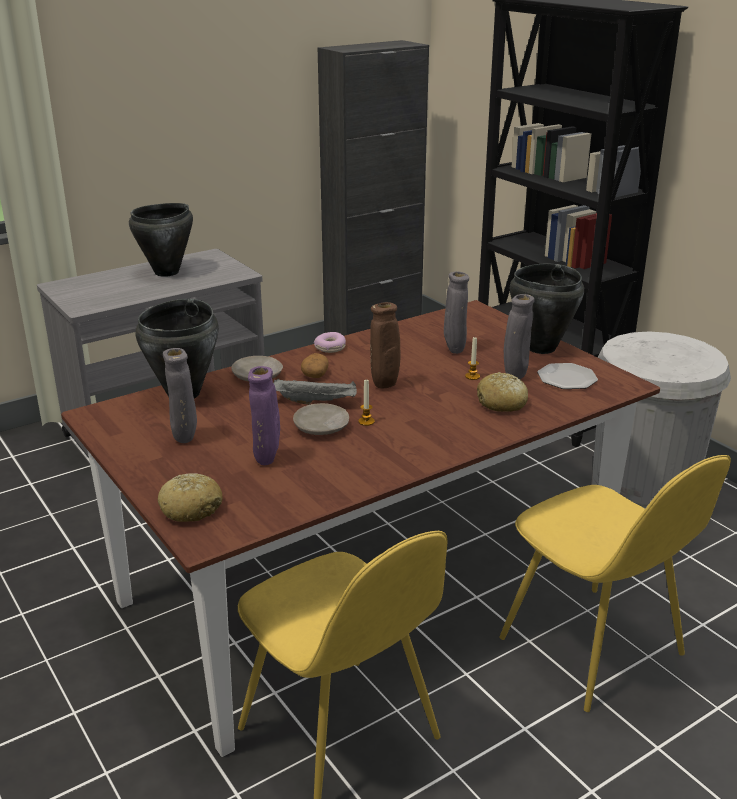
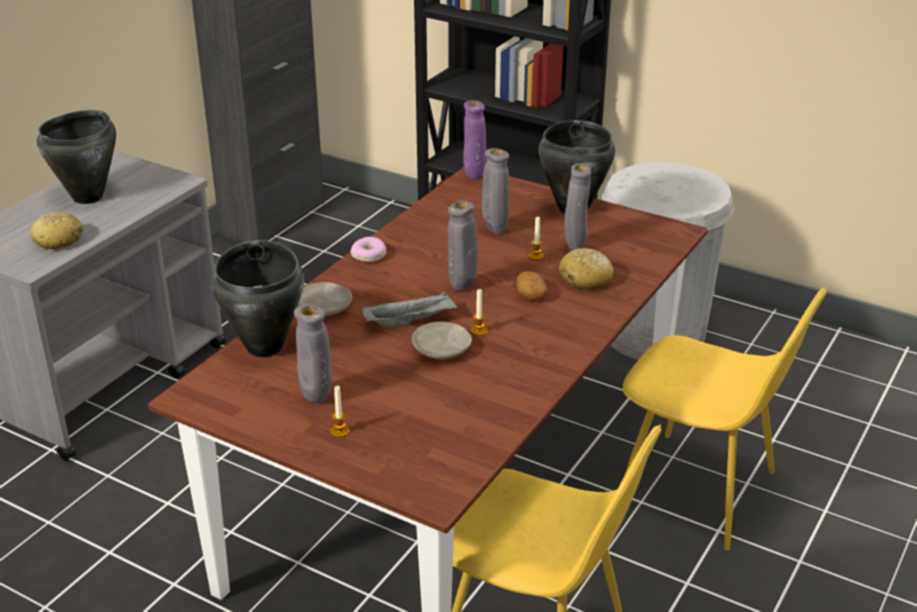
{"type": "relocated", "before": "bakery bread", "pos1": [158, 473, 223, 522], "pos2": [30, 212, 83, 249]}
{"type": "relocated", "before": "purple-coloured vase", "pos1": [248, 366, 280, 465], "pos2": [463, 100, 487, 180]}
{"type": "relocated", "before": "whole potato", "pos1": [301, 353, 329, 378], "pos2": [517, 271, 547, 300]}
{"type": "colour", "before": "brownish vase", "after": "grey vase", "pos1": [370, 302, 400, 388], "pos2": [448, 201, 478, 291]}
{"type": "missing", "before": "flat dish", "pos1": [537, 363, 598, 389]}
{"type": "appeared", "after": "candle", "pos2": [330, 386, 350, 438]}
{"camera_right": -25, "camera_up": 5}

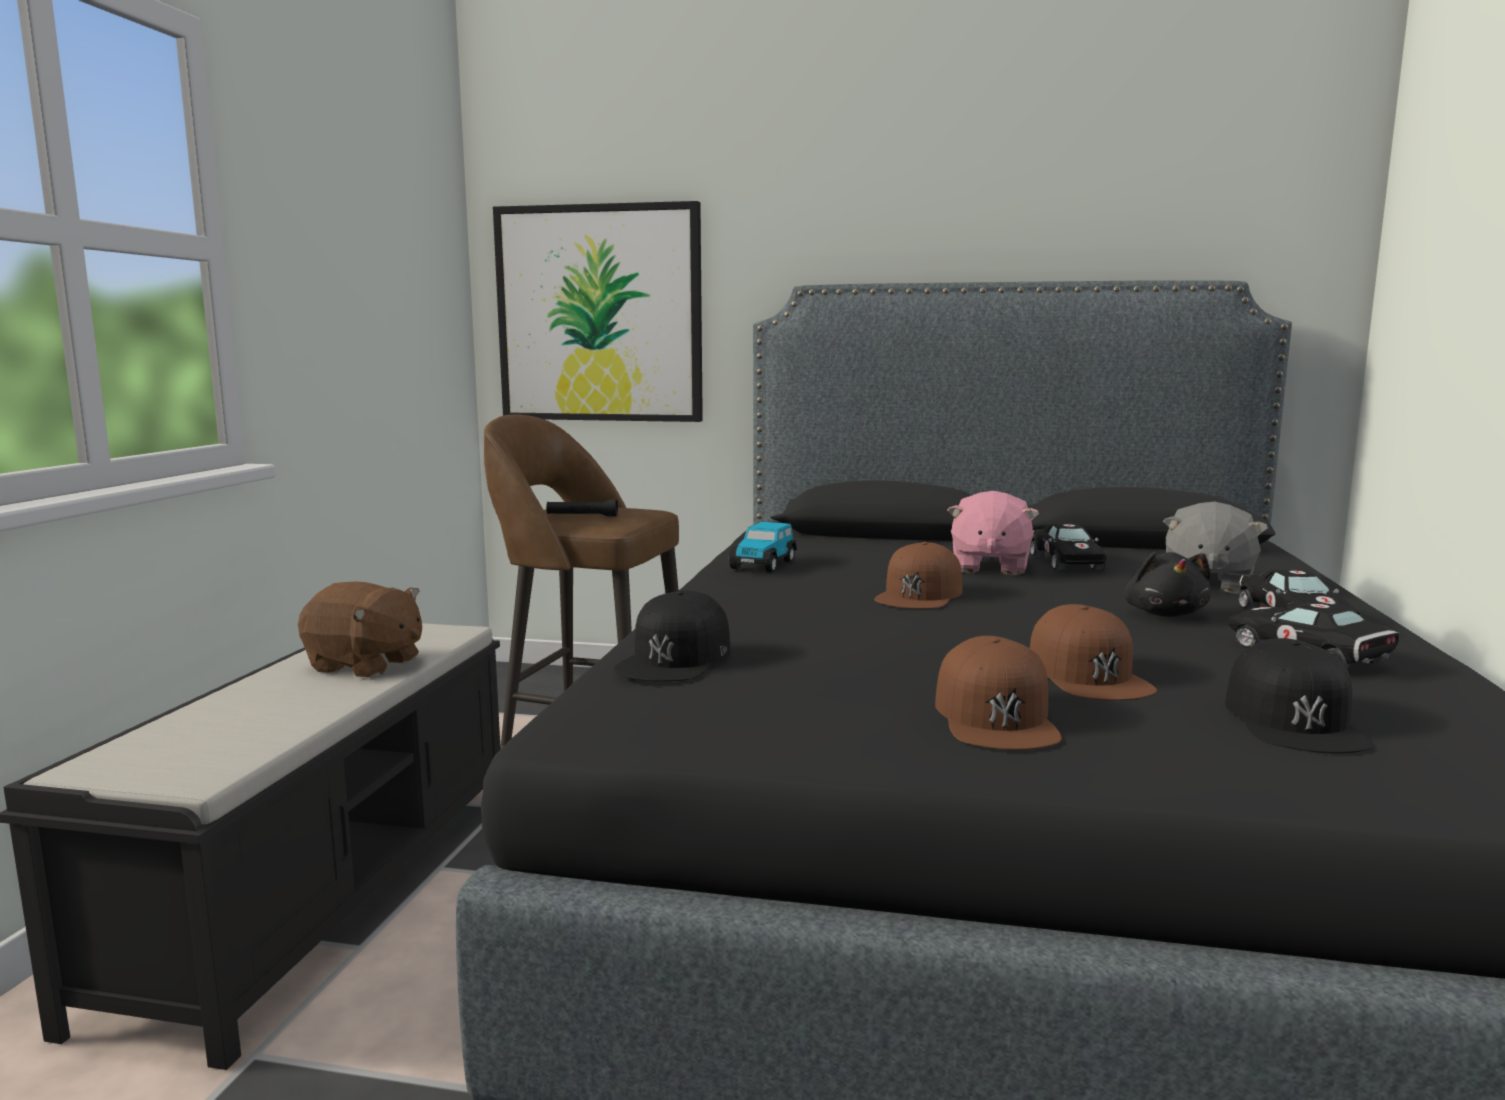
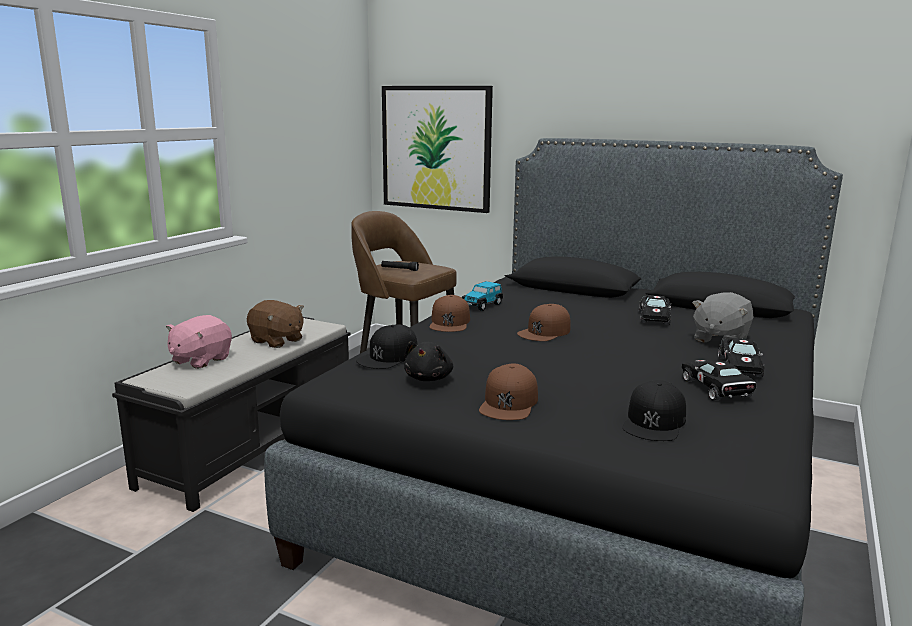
{"type": "relocated", "before": "pink-coloured plush toy", "pos1": [947, 491, 1039, 575], "pos2": [166, 315, 232, 369]}
{"type": "relocated", "before": "brownish baseball cap", "pos1": [1030, 604, 1157, 701], "pos2": [430, 295, 470, 332]}
{"type": "relocated", "before": "black plush toy", "pos1": [1124, 551, 1211, 617], "pos2": [404, 341, 453, 381]}
{"camera_right": 15, "camera_up": 5}

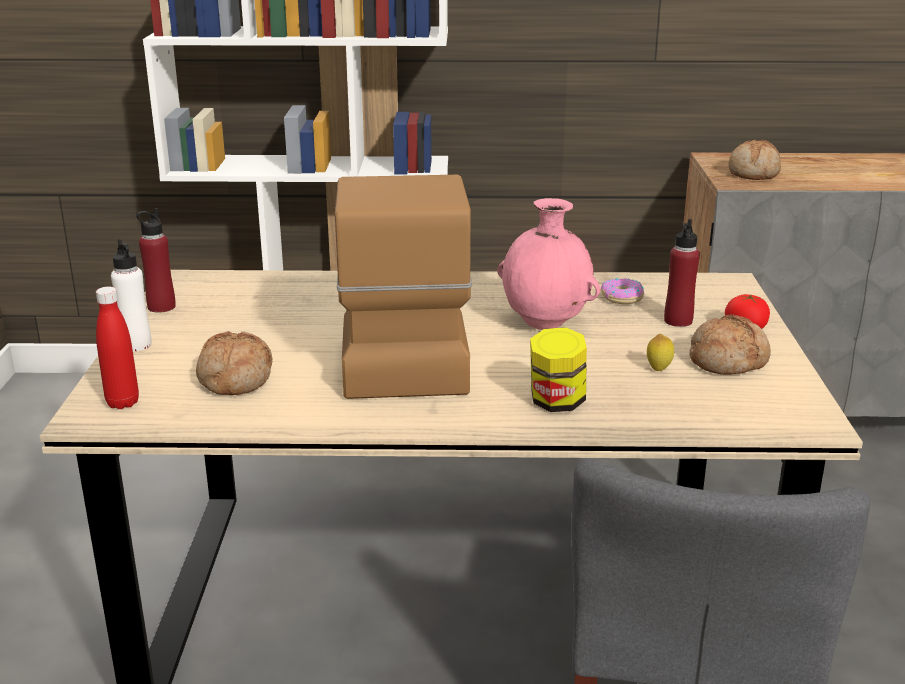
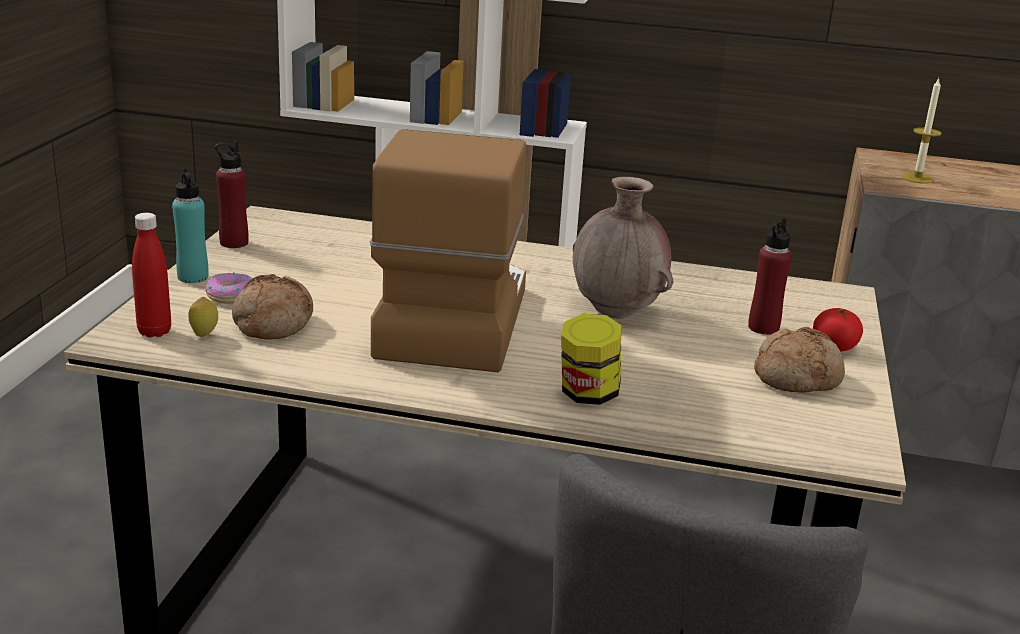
{"type": "colour", "before": "whitish bottle", "after": "blue-green bottle", "pos1": [111, 239, 152, 351], "pos2": [172, 168, 208, 283]}
{"type": "colour", "before": "pink-coloured vase", "after": "brownish vase", "pos1": [497, 198, 600, 330], "pos2": [573, 177, 673, 319]}
{"type": "relocated", "before": "doughnut", "pos1": [601, 278, 644, 304], "pos2": [206, 272, 252, 304]}
{"type": "relocated", "before": "whole lemon", "pos1": [647, 334, 674, 371], "pos2": [188, 297, 218, 337]}
{"type": "exchanged", "before": "bakery bread", "after": "candle", "pos1": [728, 140, 781, 180], "pos2": [901, 78, 941, 184]}
{"camera_right": 10, "camera_up": 0}

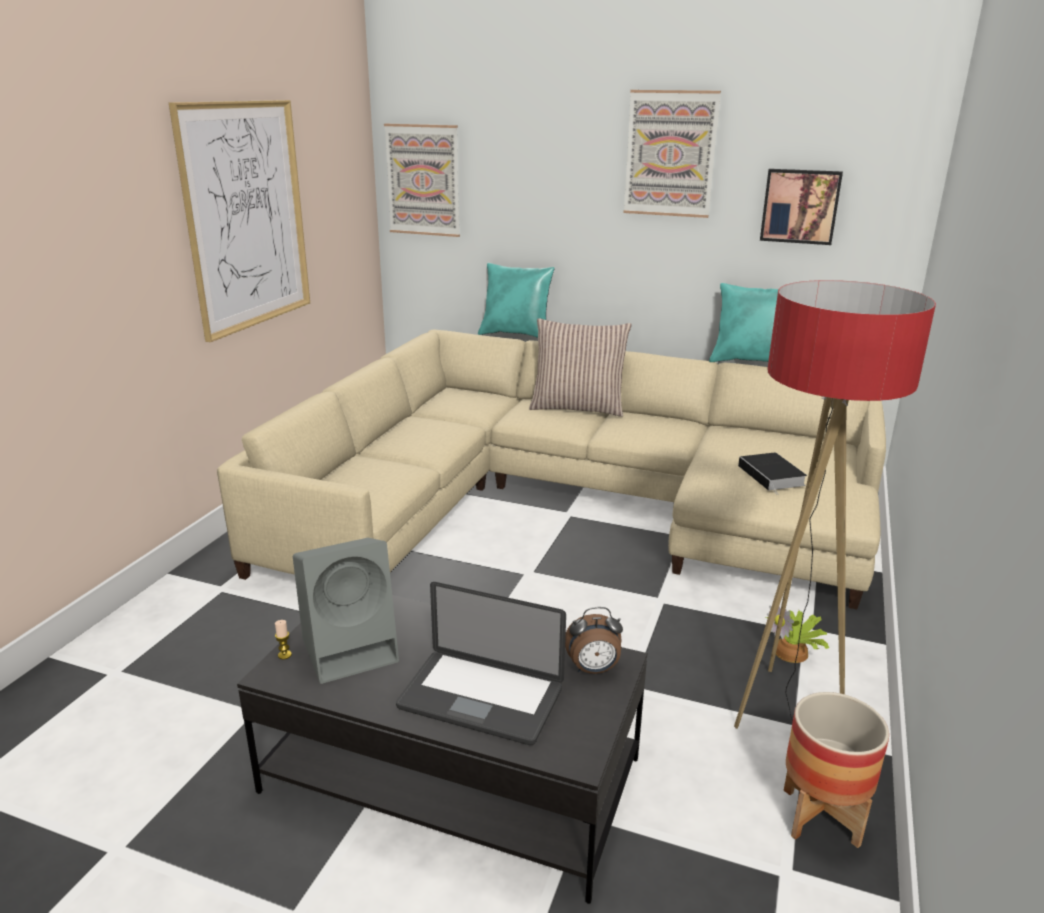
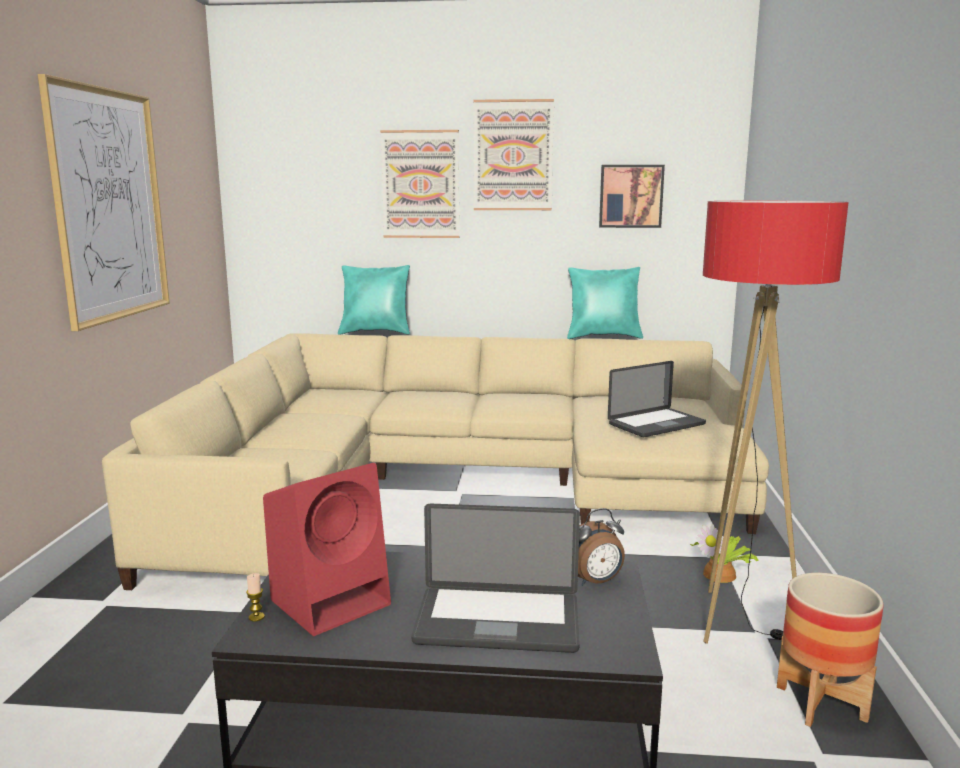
{"type": "colour", "before": "grey speaker", "after": "red speaker", "pos1": [293, 538, 399, 684], "pos2": [263, 463, 391, 636]}
{"type": "relocated", "before": "wall art", "pos1": [384, 124, 460, 237], "pos2": [380, 130, 460, 238]}
{"type": "missing", "before": "throw pillow", "pos1": [529, 318, 632, 417]}
{"type": "exchanged", "before": "book", "after": "portable computer", "pos1": [738, 452, 807, 495], "pos2": [608, 361, 706, 437]}
{"camera_right": -15, "camera_up": -10}

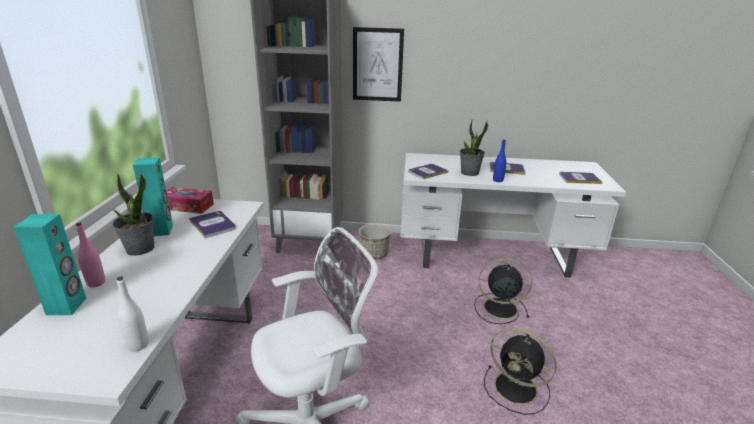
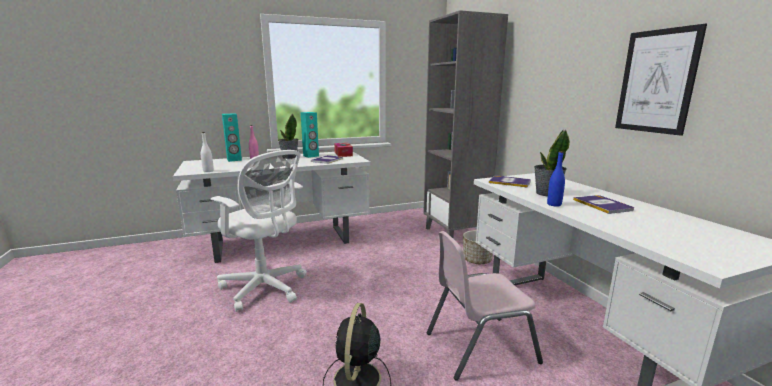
{"type": "relocated", "before": "wall art", "pos1": [353, 27, 404, 102], "pos2": [615, 24, 707, 136]}
{"type": "exchanged", "before": "black electric fan", "after": "pink-coloured plain chair", "pos1": [474, 259, 533, 324], "pos2": [427, 231, 543, 381]}
{"type": "missing", "before": "book", "pos1": [559, 172, 603, 184]}
{"camera_right": 65, "camera_up": -10}

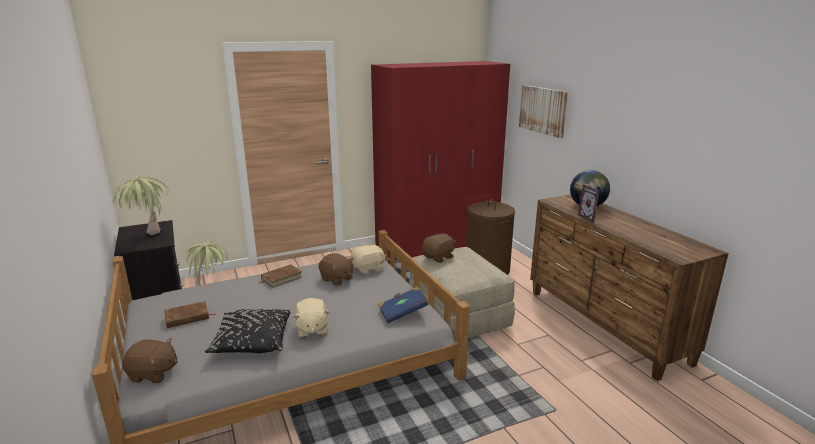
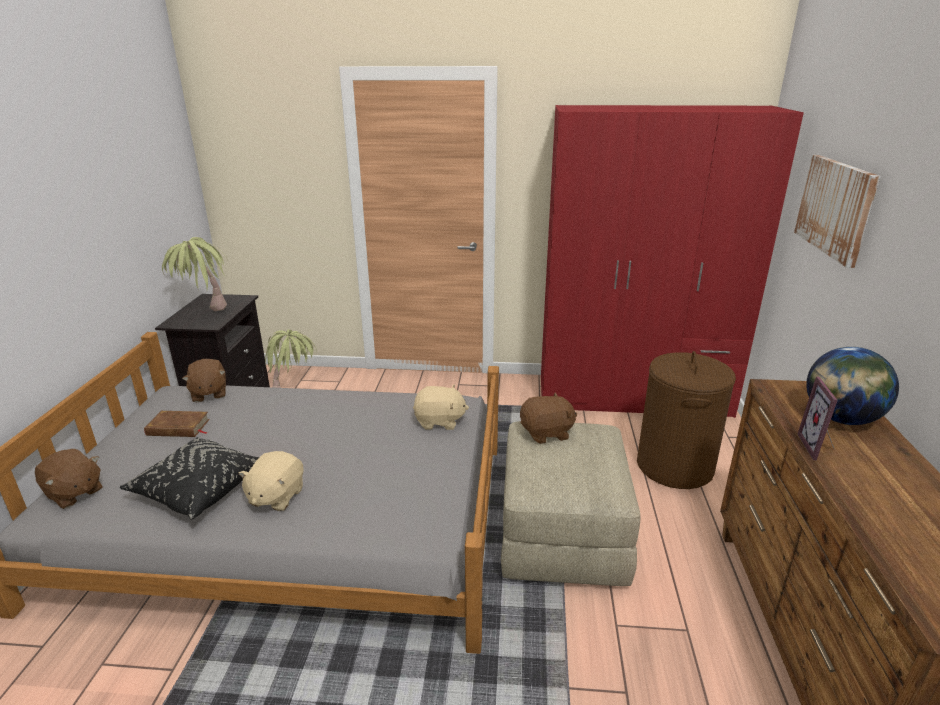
{"type": "missing", "before": "brownish book", "pos1": [259, 264, 302, 288]}
{"type": "relocated", "before": "brownish plush toy", "pos1": [319, 253, 354, 286], "pos2": [182, 359, 226, 402]}
{"type": "missing", "before": "blue-coloured book", "pos1": [378, 286, 428, 323]}
{"camera_right": 30, "camera_up": 5}

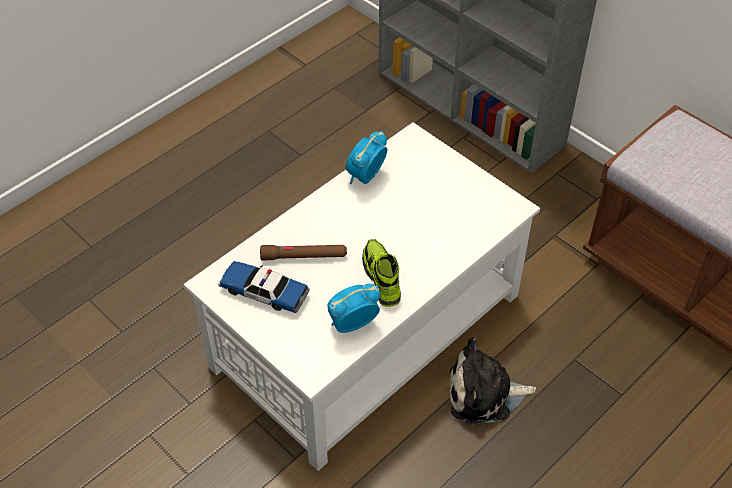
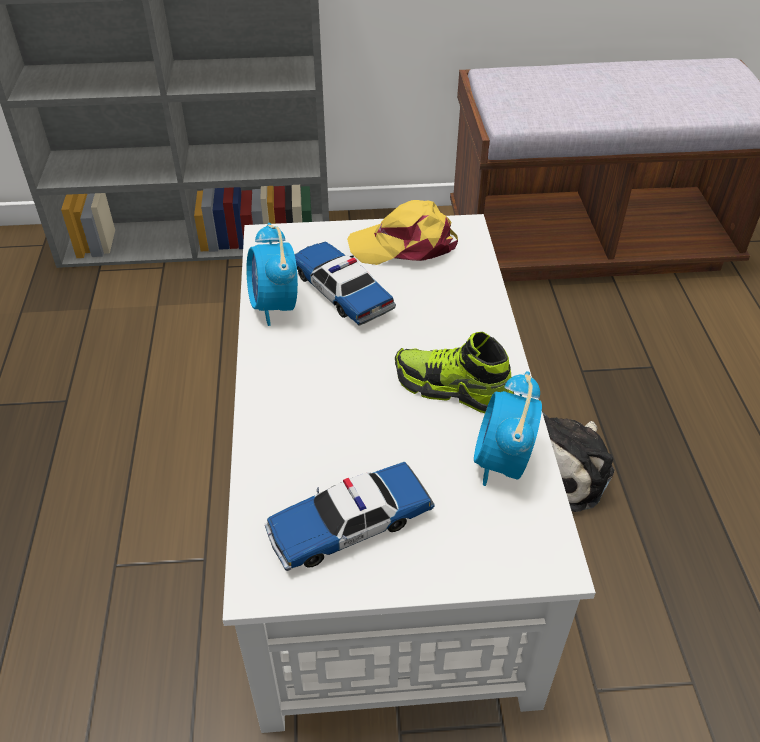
{"type": "missing", "before": "brownish flashlight", "pos1": [260, 245, 347, 260]}
{"type": "appeared", "after": "miniature car", "pos2": [295, 242, 396, 326]}
{"type": "appeared", "after": "yellowish baseball cap", "pos2": [347, 200, 458, 265]}
{"camera_right": -50, "camera_up": -5}

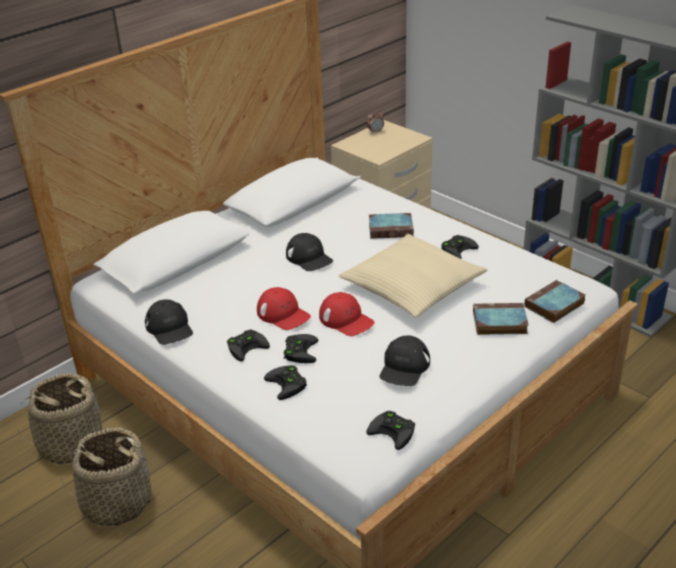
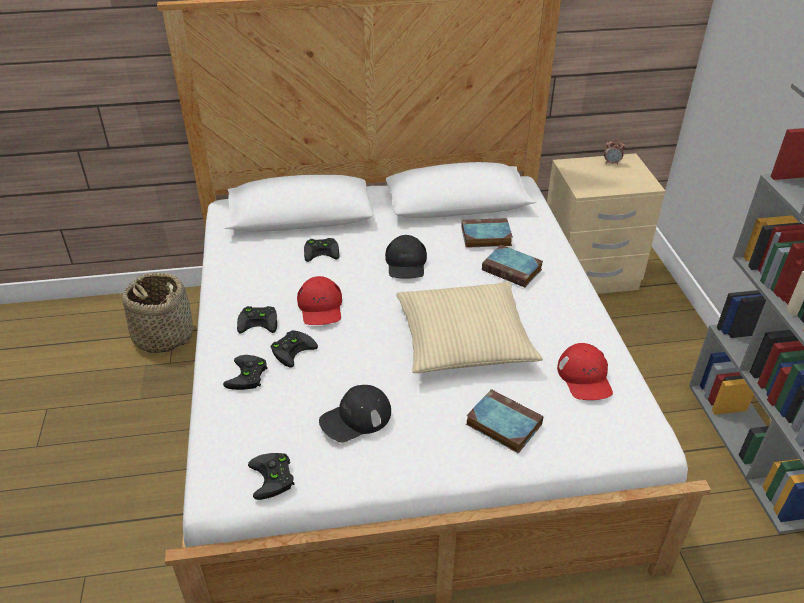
{"type": "missing", "before": "household basket", "pos1": [61, 428, 159, 526]}
{"type": "missing", "before": "black baseball cap", "pos1": [145, 299, 193, 345]}
{"type": "relocated", "before": "red baseball cap", "pos1": [319, 292, 375, 336], "pos2": [557, 343, 613, 400]}
{"type": "relocated", "before": "black joypad", "pos1": [441, 235, 479, 259], "pos2": [304, 238, 339, 262]}
{"type": "relocated", "before": "book", "pos1": [524, 280, 585, 323], "pos2": [461, 218, 513, 248]}
{"camera_right": 35, "camera_up": 5}

